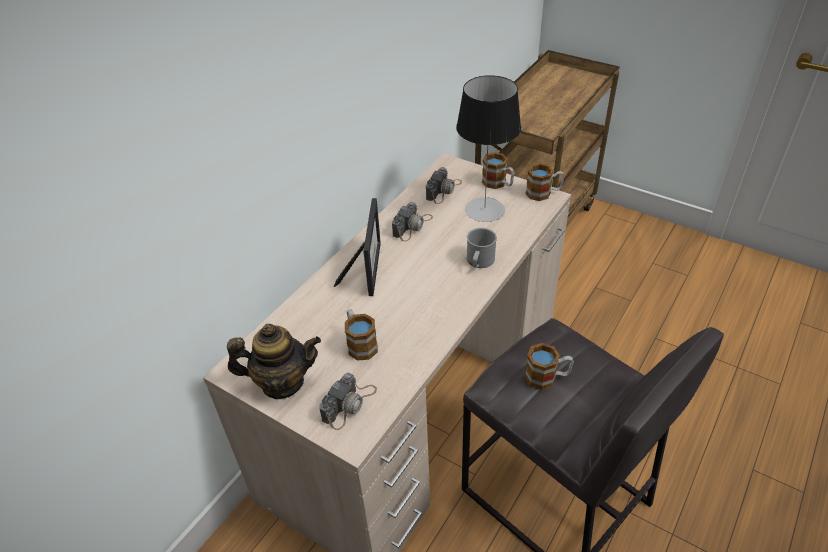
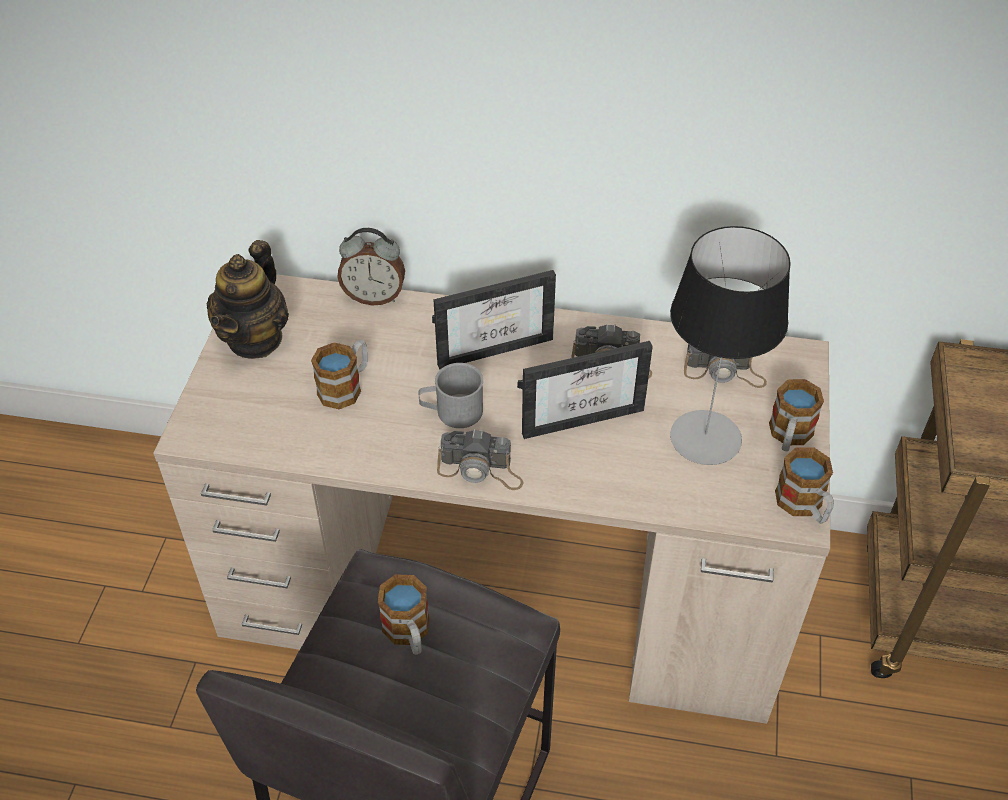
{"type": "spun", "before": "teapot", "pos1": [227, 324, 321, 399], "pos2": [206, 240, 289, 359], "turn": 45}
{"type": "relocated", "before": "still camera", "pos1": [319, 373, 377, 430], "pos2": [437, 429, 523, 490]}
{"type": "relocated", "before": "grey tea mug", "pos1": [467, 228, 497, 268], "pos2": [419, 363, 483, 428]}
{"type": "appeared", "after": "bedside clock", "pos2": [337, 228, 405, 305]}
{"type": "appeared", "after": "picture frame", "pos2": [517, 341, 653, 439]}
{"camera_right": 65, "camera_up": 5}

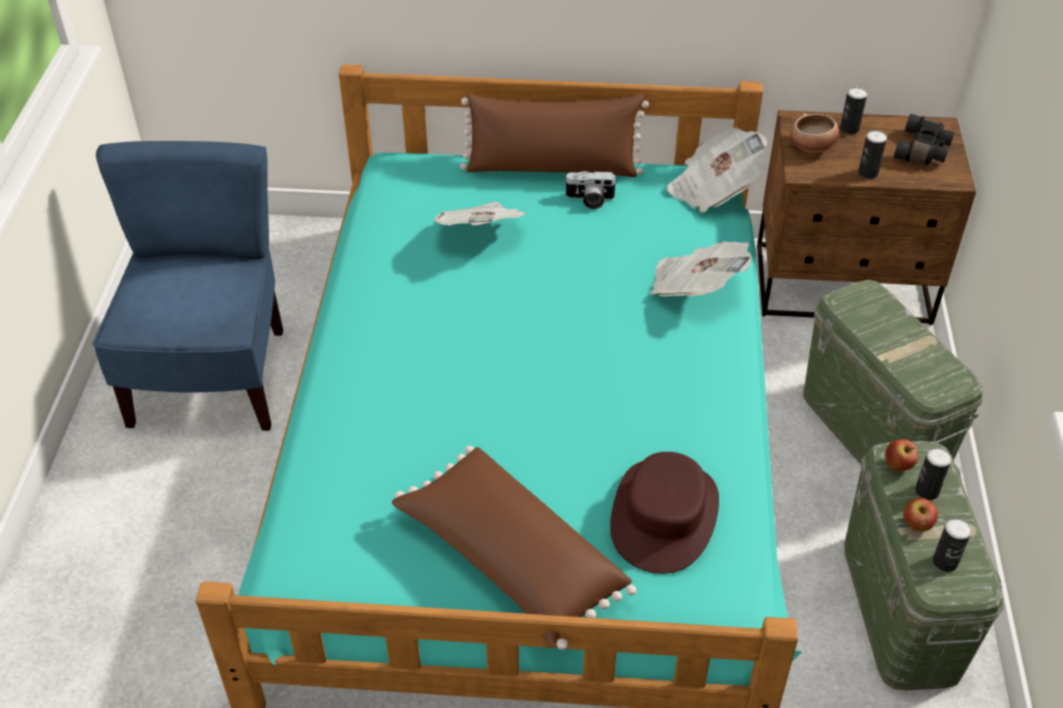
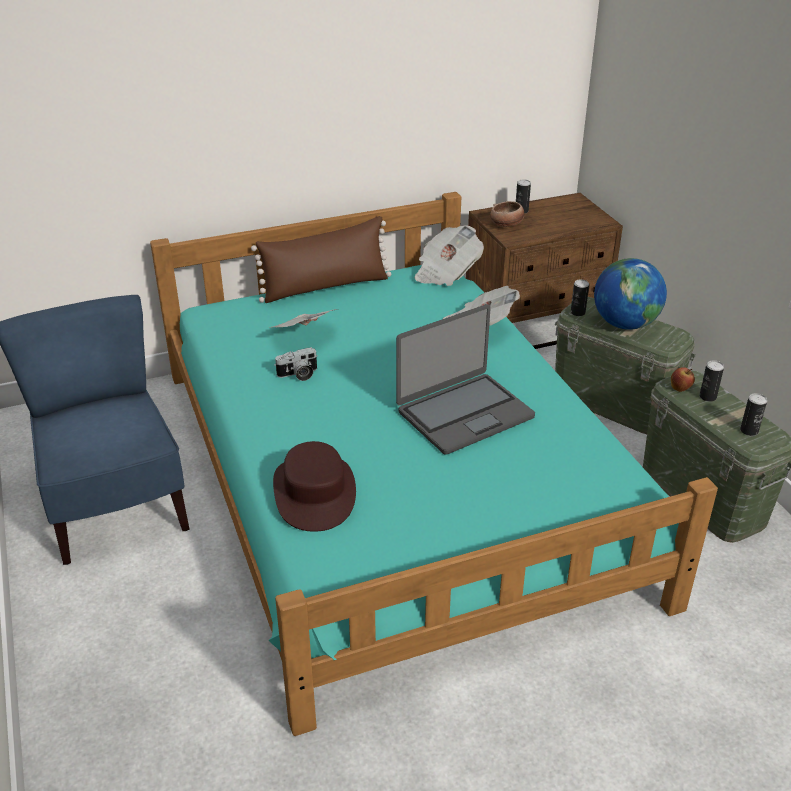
{"type": "missing", "before": "brownish throw pillow", "pos1": [392, 446, 636, 650]}
{"type": "relocated", "before": "still camera", "pos1": [564, 171, 617, 209], "pos2": [274, 347, 318, 381]}
{"type": "relocated", "before": "brownish clothing hat", "pos1": [610, 452, 719, 574], "pos2": [273, 441, 356, 532]}
{"type": "relocated", "before": "can", "pos1": [858, 130, 887, 179], "pos2": [571, 279, 589, 316]}
{"type": "missing", "before": "black field glasses", "pos1": [894, 114, 954, 165]}
{"type": "missing", "before": "whole apple", "pos1": [903, 498, 938, 532]}
{"type": "appeared", "after": "portable computer", "pos2": [396, 304, 535, 455]}
{"type": "appeared", "after": "desk globe", "pos2": [594, 258, 667, 330]}
{"camera_right": -25, "camera_up": -10}

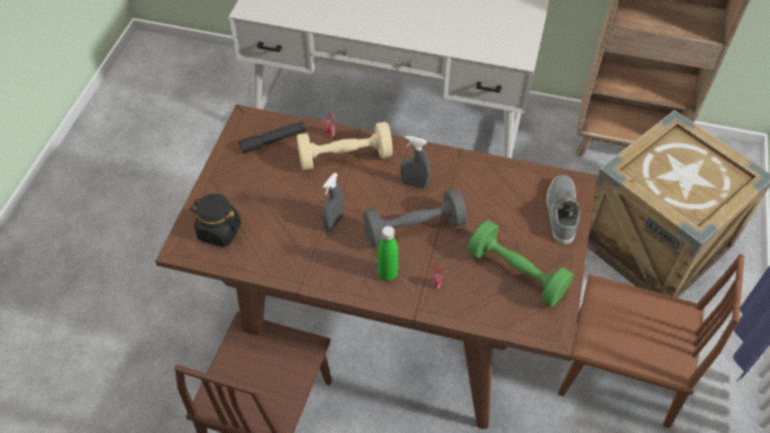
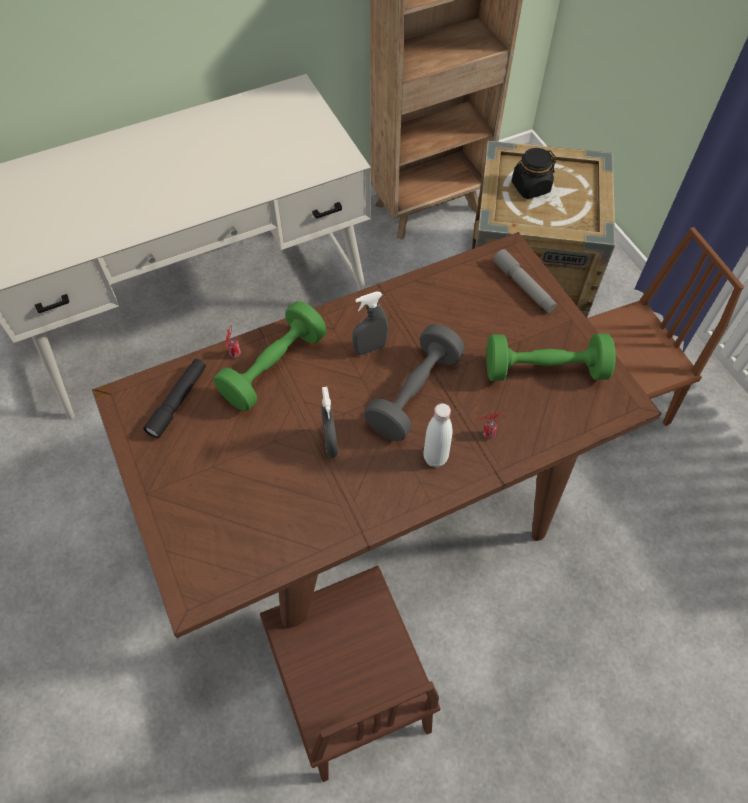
{"type": "relocated", "before": "black storage jar", "pos1": [190, 193, 241, 247], "pos2": [512, 148, 556, 199]}
{"type": "colour", "before": "beige free weight", "after": "green free weight", "pos1": [297, 122, 393, 170], "pos2": [214, 301, 327, 411]}
{"type": "colour", "before": "green bottle", "after": "whitish bottle", "pos1": [378, 226, 398, 281], "pos2": [423, 403, 452, 467]}
{"type": "exchanged", "before": "grey shoe", "after": "grey flashlight", "pos1": [546, 175, 580, 244], "pos2": [493, 249, 557, 313]}
{"camera_right": -40, "camera_up": 5}

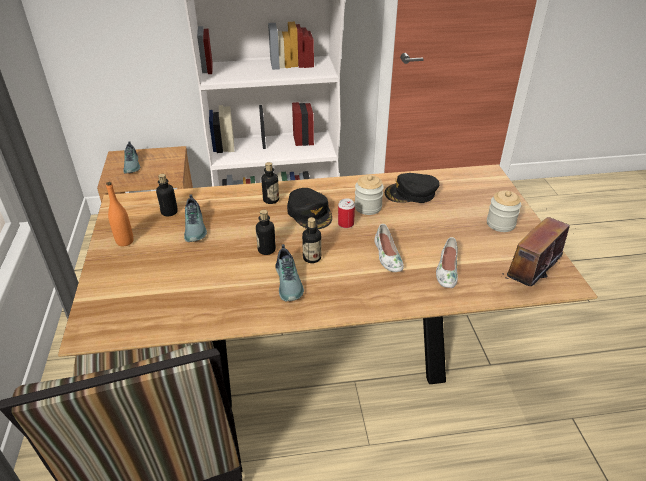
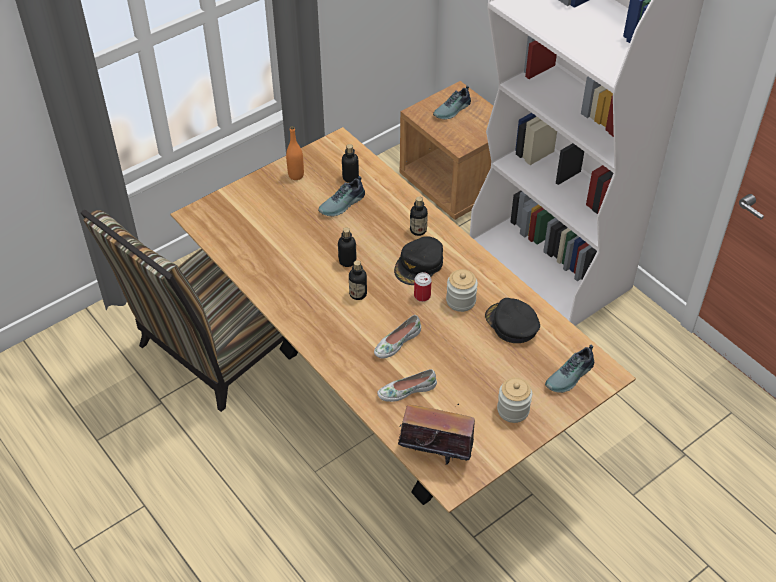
{"type": "relocated", "before": "shoe", "pos1": [275, 244, 304, 301], "pos2": [545, 345, 594, 393]}
{"camera_right": 60, "camera_up": 10}

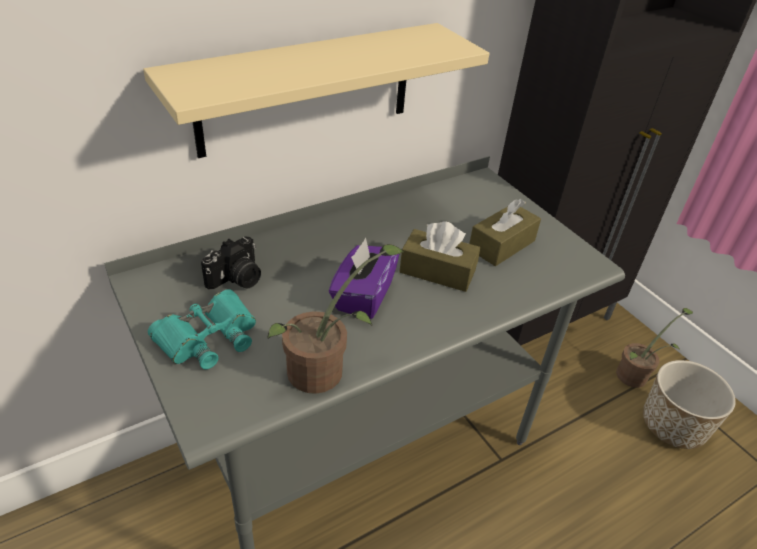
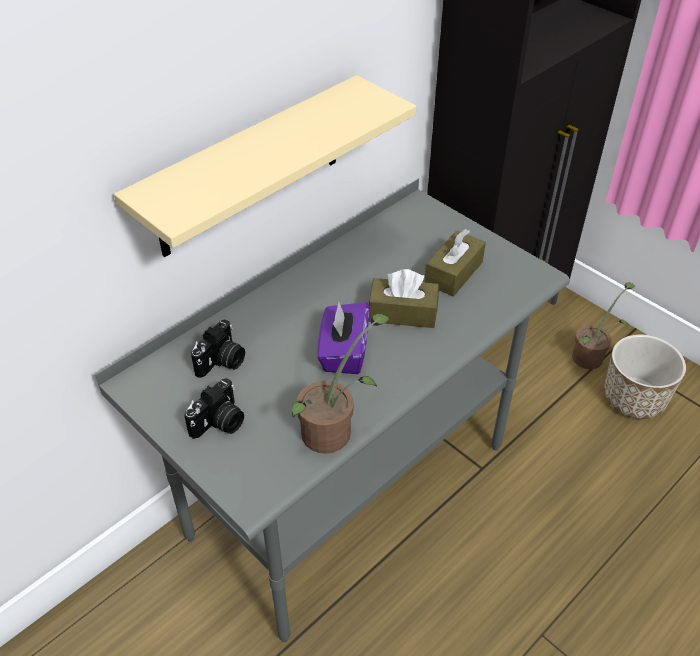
{"type": "exchanged", "before": "blue-green field glasses", "after": "still camera", "pos1": [148, 289, 256, 369], "pos2": [184, 378, 244, 439]}
{"camera_right": -10, "camera_up": 5}

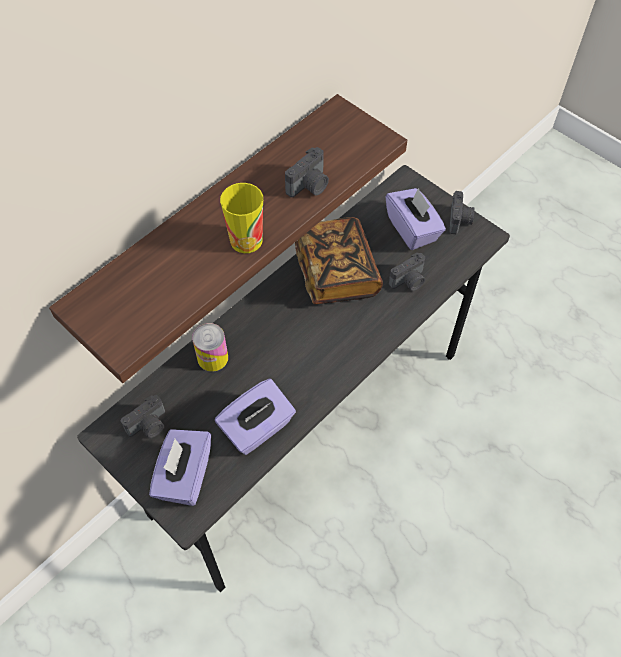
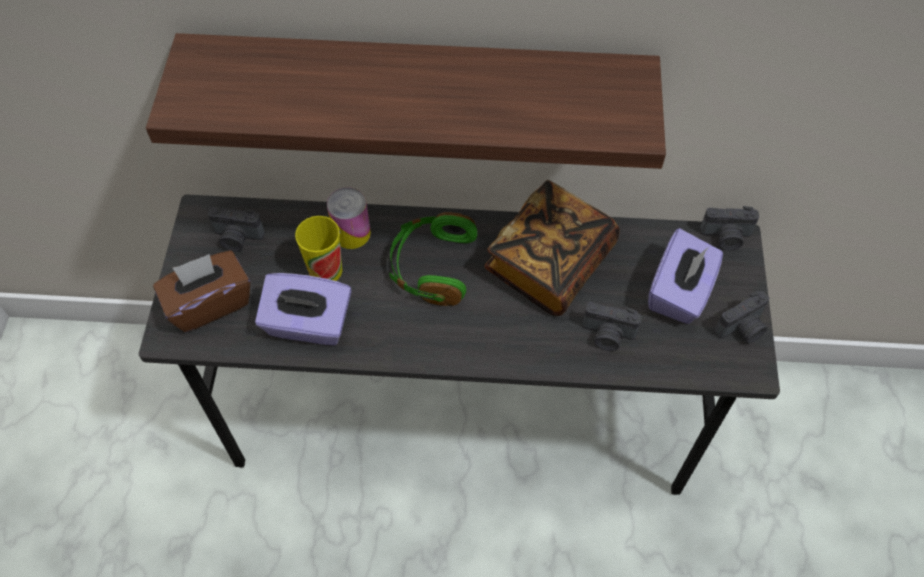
{"type": "colour", "before": "purple-coloured tissue holder", "after": "brownish tissue holder", "pos1": [149, 429, 211, 506], "pos2": [153, 250, 250, 332]}
{"type": "relocated", "before": "drinking cup", "pos1": [220, 183, 263, 253], "pos2": [295, 216, 342, 281]}
{"type": "relocated", "before": "still camera", "pos1": [285, 147, 329, 197], "pos2": [700, 206, 759, 251]}
{"type": "appeared", "after": "green headset", "pos2": [389, 212, 477, 306]}
{"camera_right": 50, "camera_up": 0}

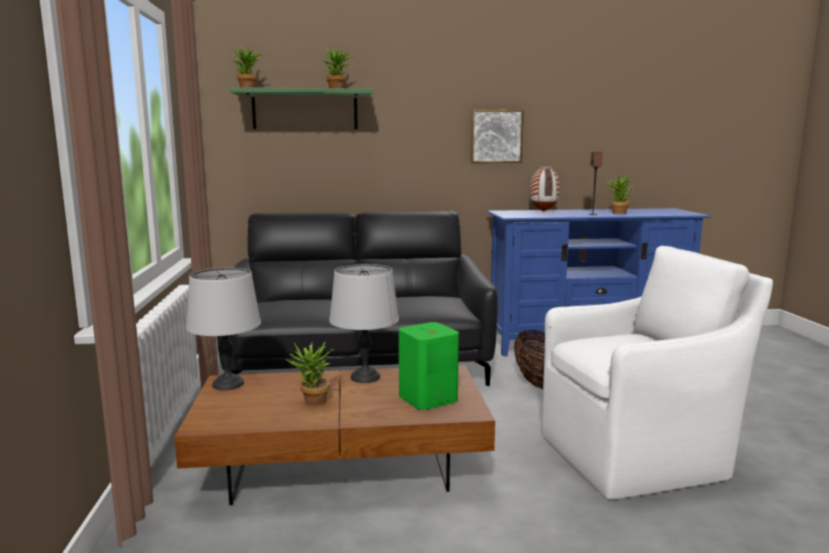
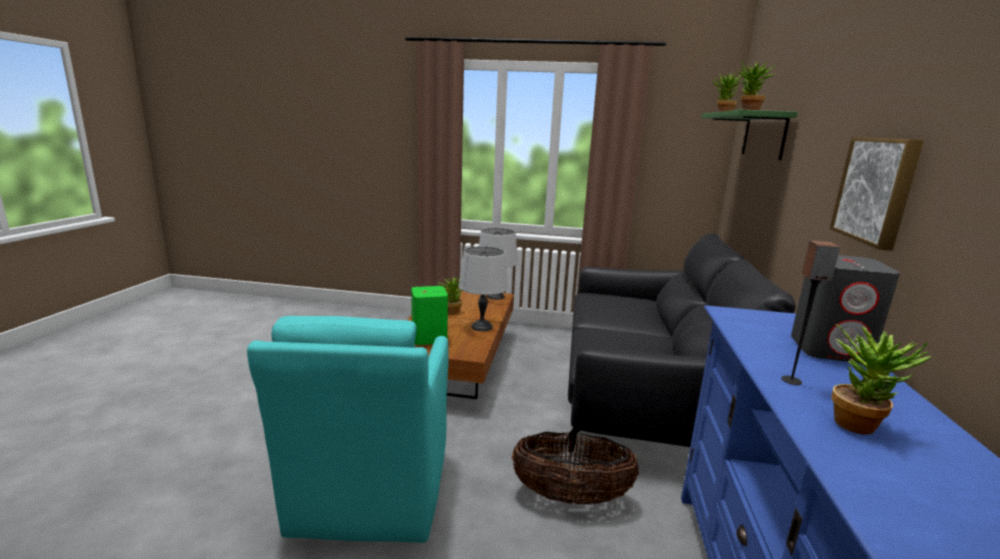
{"type": "exchanged", "before": "vase", "after": "grey speaker", "pos1": [530, 166, 559, 212], "pos2": [791, 255, 900, 363]}
{"type": "colour", "before": "whitish easy chair", "after": "blue-green easy chair", "pos1": [542, 246, 773, 500], "pos2": [247, 316, 449, 543]}
{"camera_right": 105, "camera_up": 5}

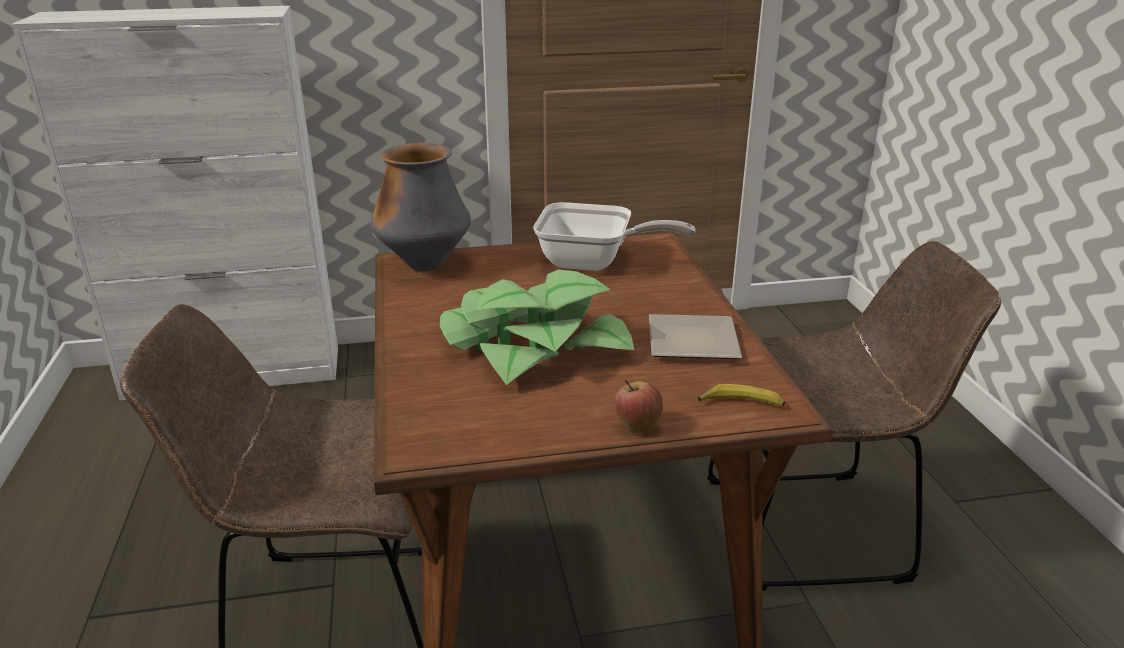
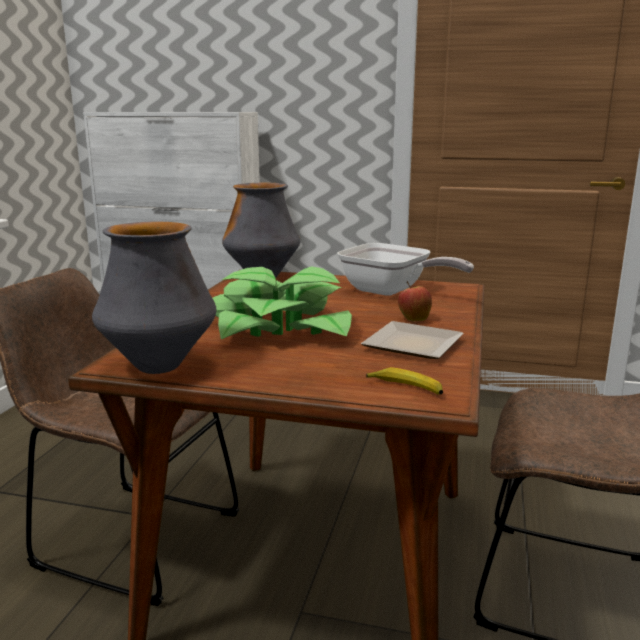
{"type": "relocated", "before": "whole apple", "pos1": [614, 379, 663, 434], "pos2": [398, 281, 432, 321]}
{"type": "appeared", "after": "vase", "pos2": [92, 222, 217, 374]}
{"camera_right": 25, "camera_up": -10}

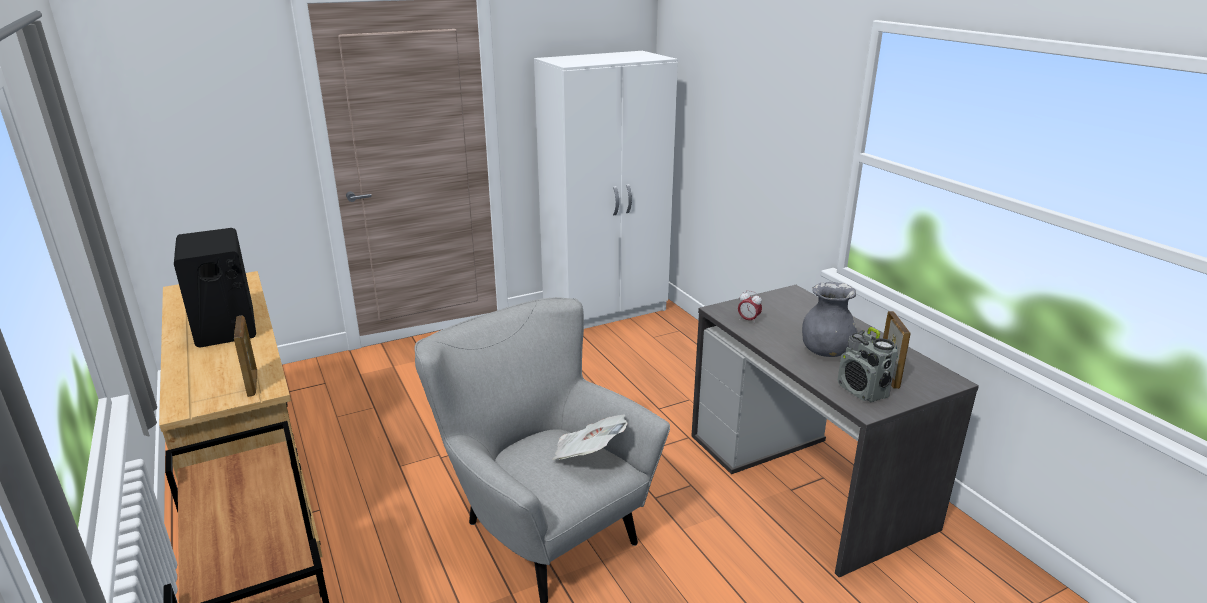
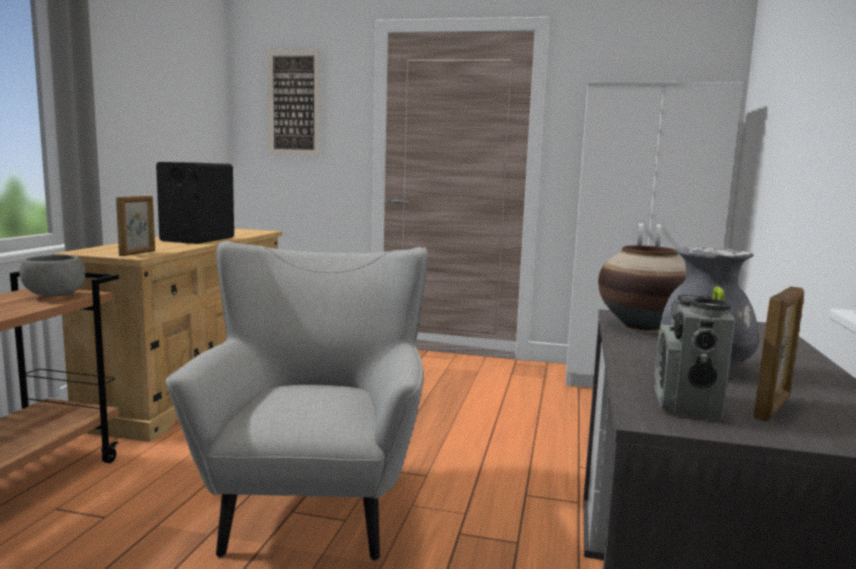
{"type": "missing", "before": "printed paper", "pos1": [553, 414, 627, 460]}
{"type": "exchanged", "before": "bedside clock", "after": "vase", "pos1": [738, 290, 762, 324], "pos2": [598, 245, 686, 331]}
{"type": "appeared", "after": "grey bowl", "pos2": [20, 255, 85, 297]}
{"type": "appeared", "after": "wall art", "pos2": [266, 49, 321, 157]}
{"camera_right": 40, "camera_up": -15}

